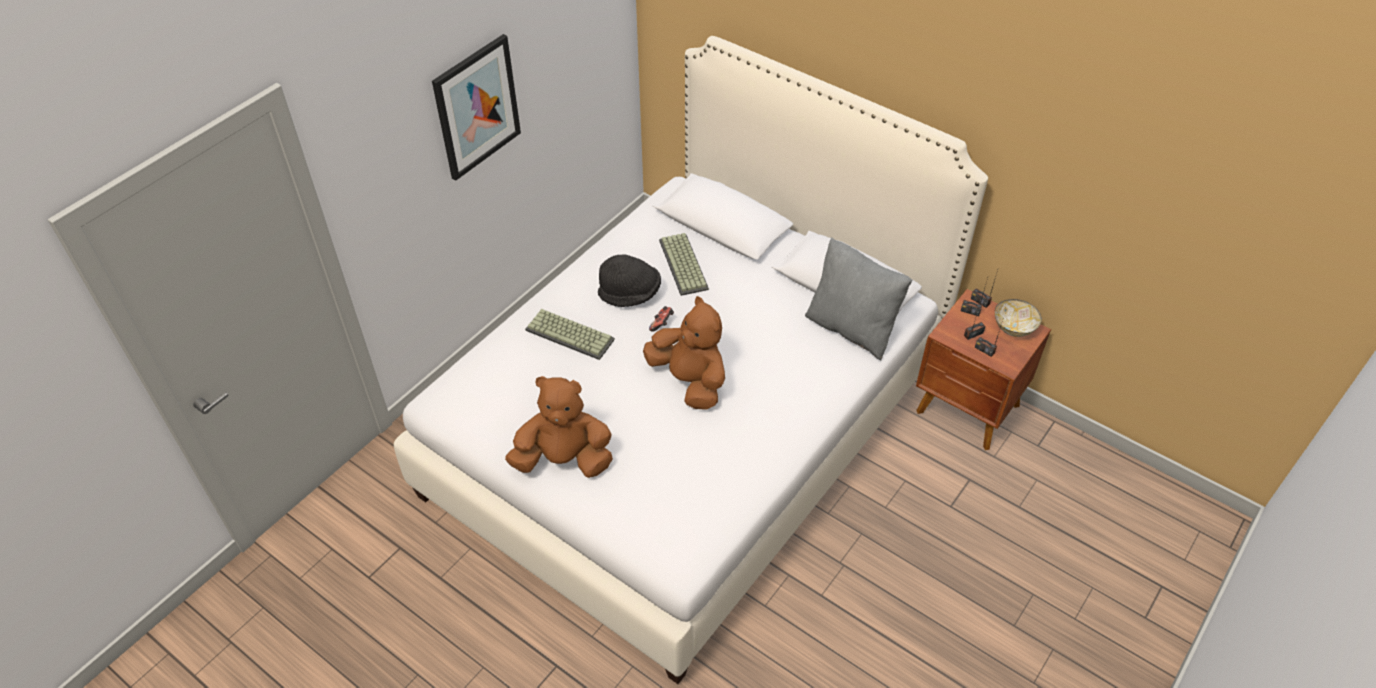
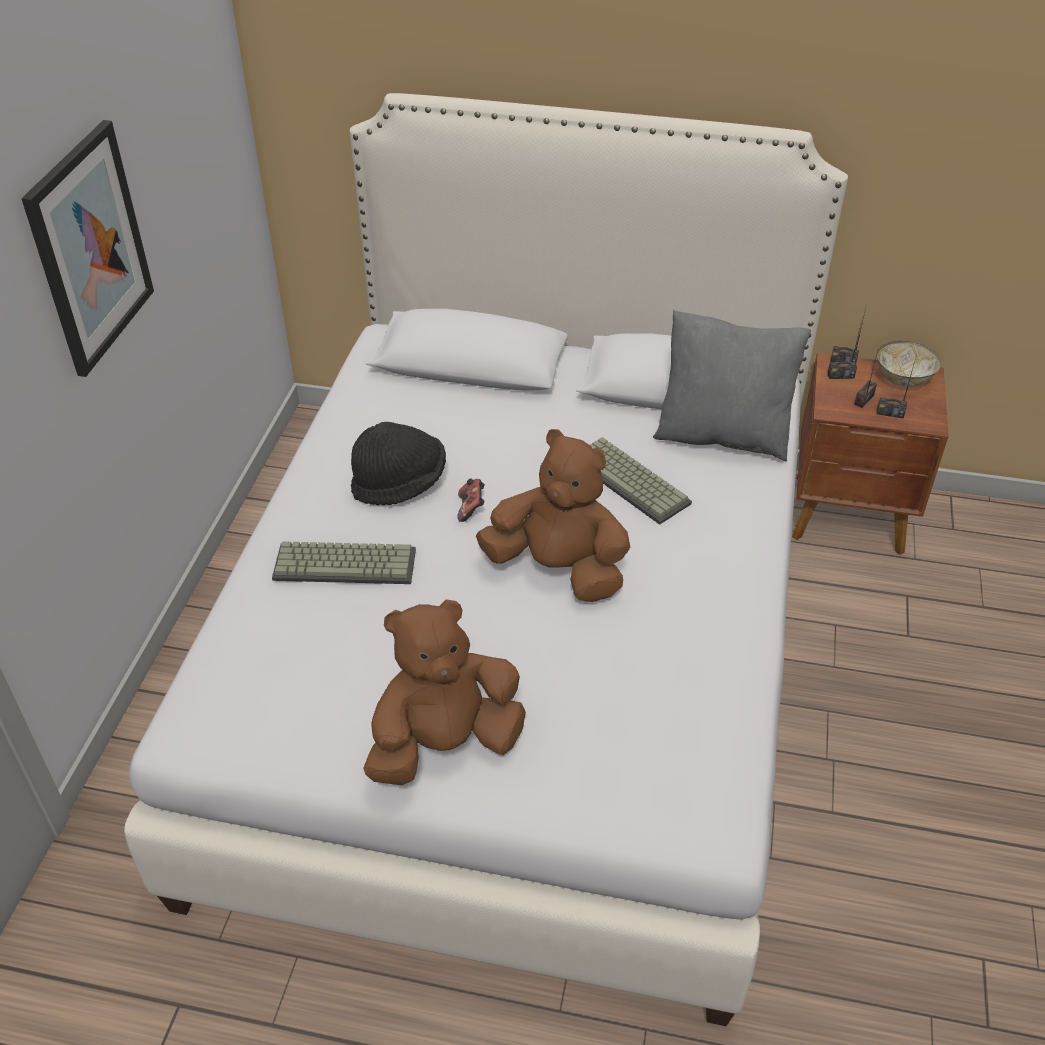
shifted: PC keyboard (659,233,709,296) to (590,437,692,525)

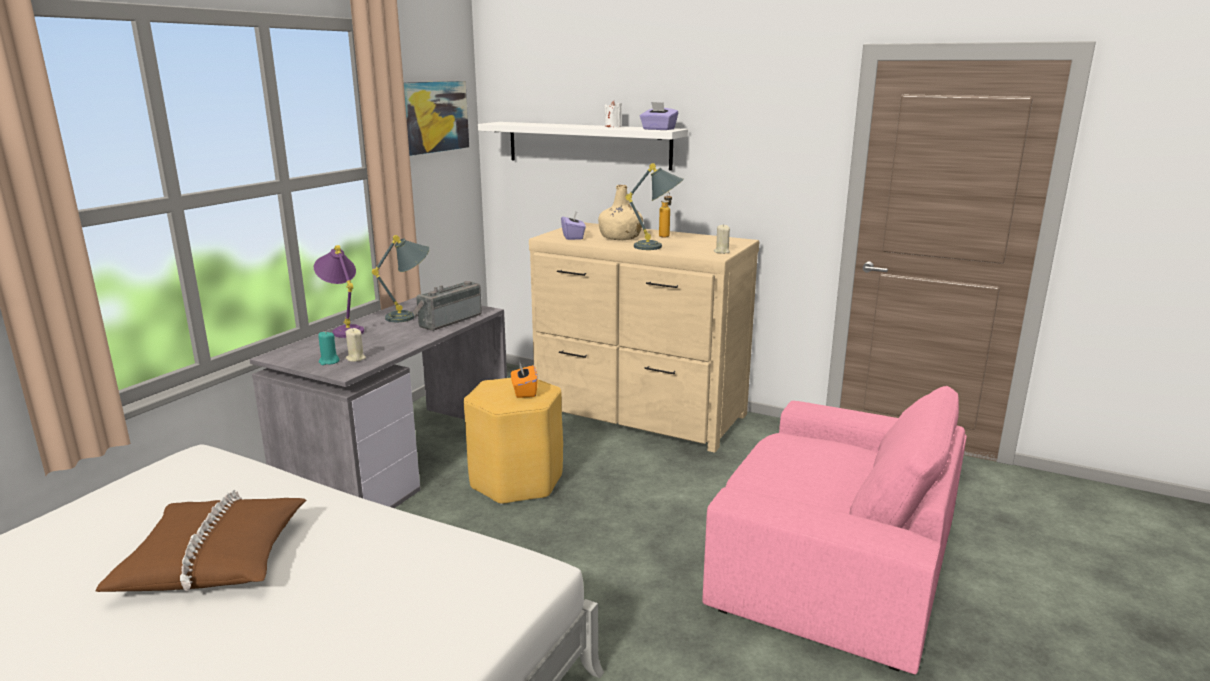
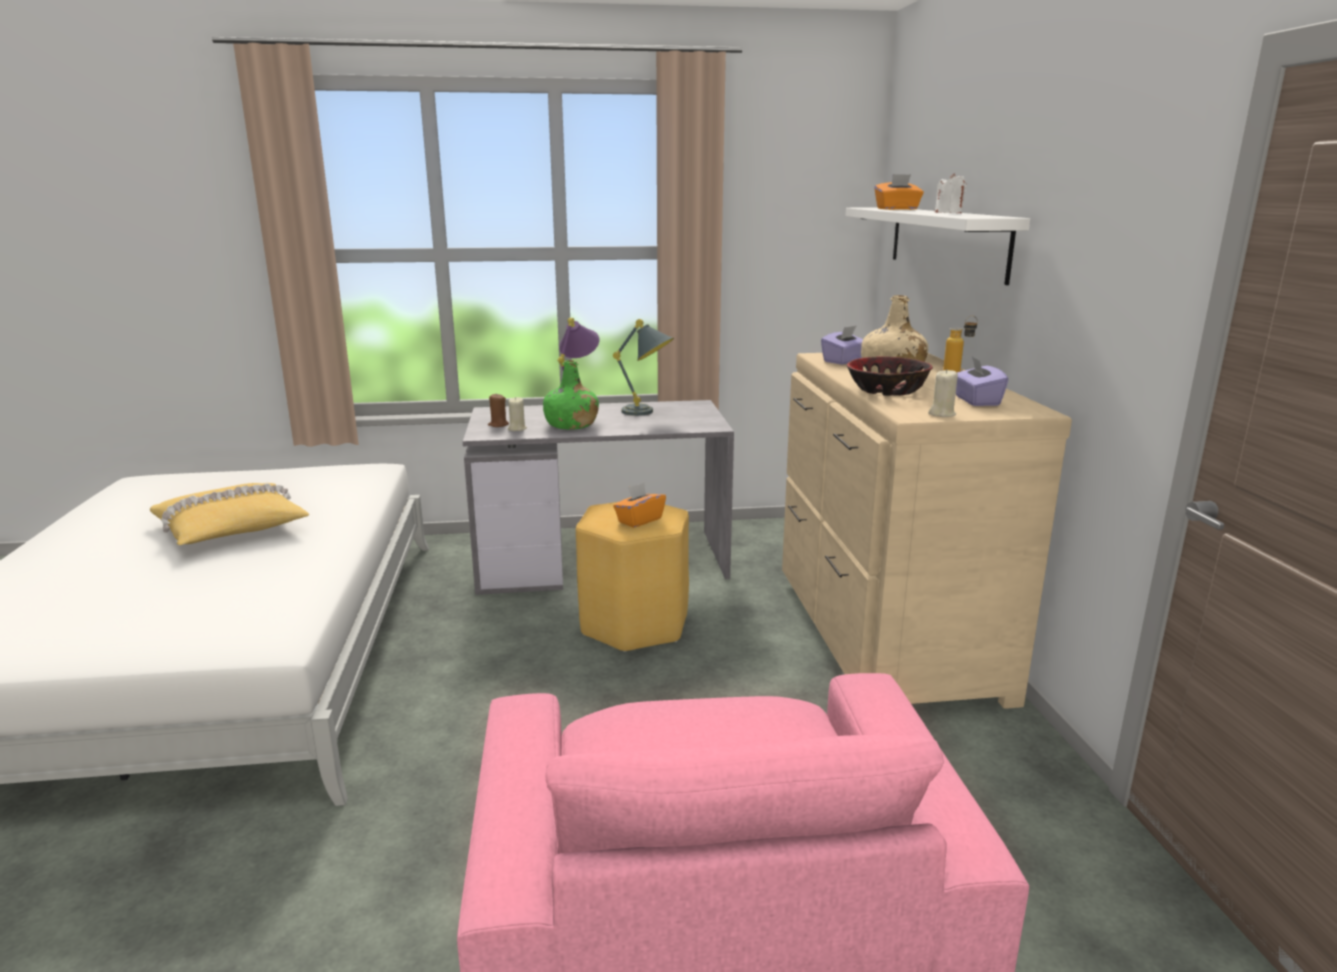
gone: wall picture (404,81,469,156); radio (412,281,482,331)
new: green drink bottle (543,360,599,430); orangey tissue holder (874,174,924,210)
shifted: purple-coloured tissue holder (640,102,678,130) to (956,356,1008,406)
swapped: grey lamp for a table (626,163,684,250) to deep dish (847,356,933,396)
repainted: brown-coloured throw pillow (96,490,306,592) to yellow-coloured throw pillow (150,483,309,545); blue-green candle (318,331,340,365) to brown-coloured candle (488,393,509,427)

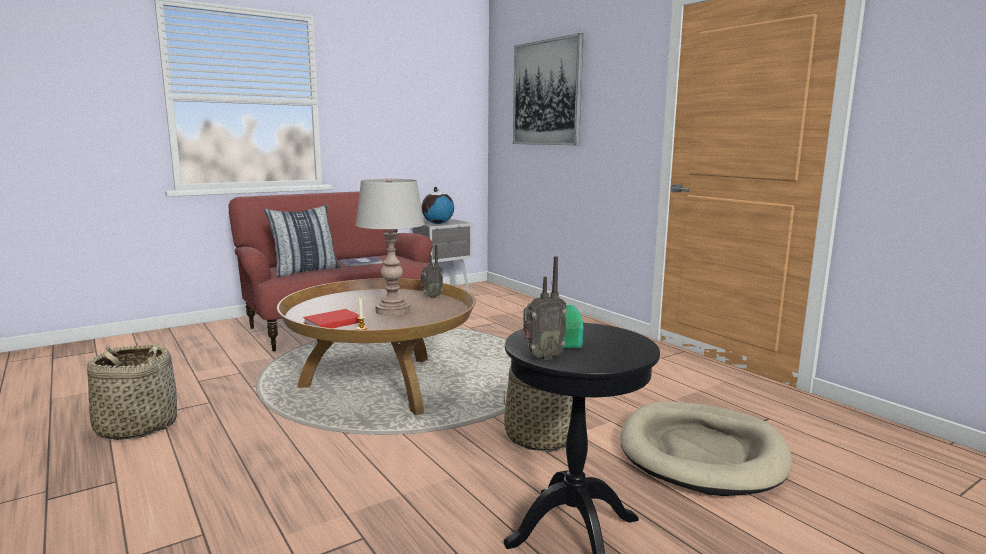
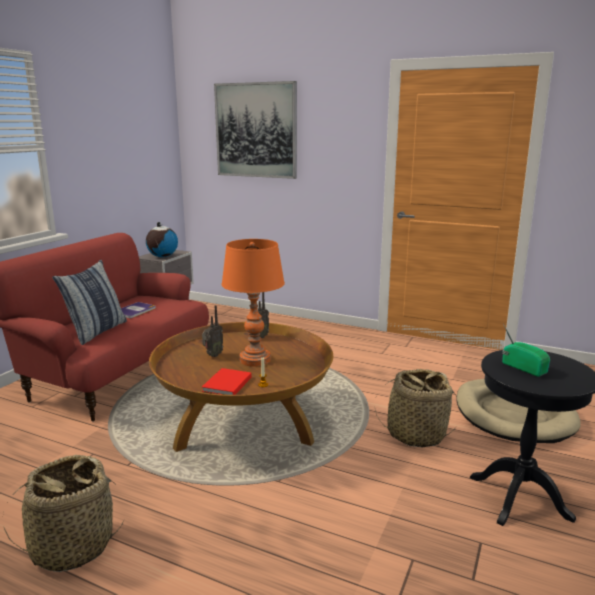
shifted: radio (523,256,567,360) to (202,305,223,357)
repainted: grey lamp for a table (356,178,425,316) to orangey lamp for a table (221,239,285,367)

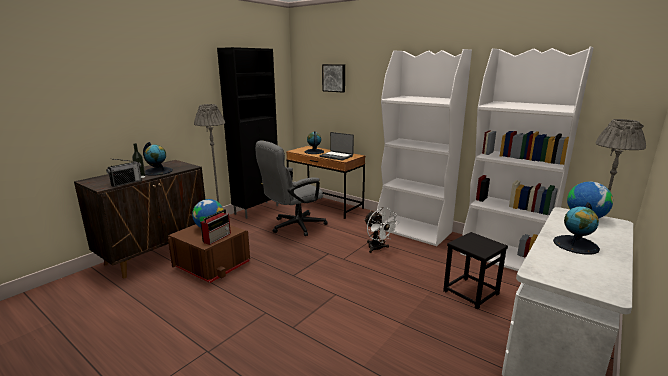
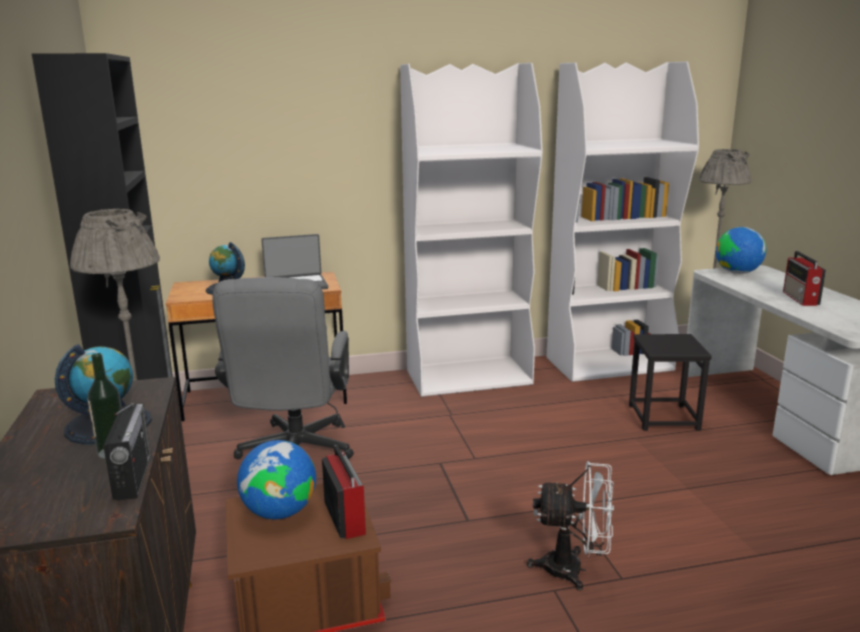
gone: wall picture (322,64,345,92)
shifted: white-coloured fan (364,207,400,253) to (527,461,614,591)
swapped: world globe (553,202,600,255) to radio (783,251,826,306)

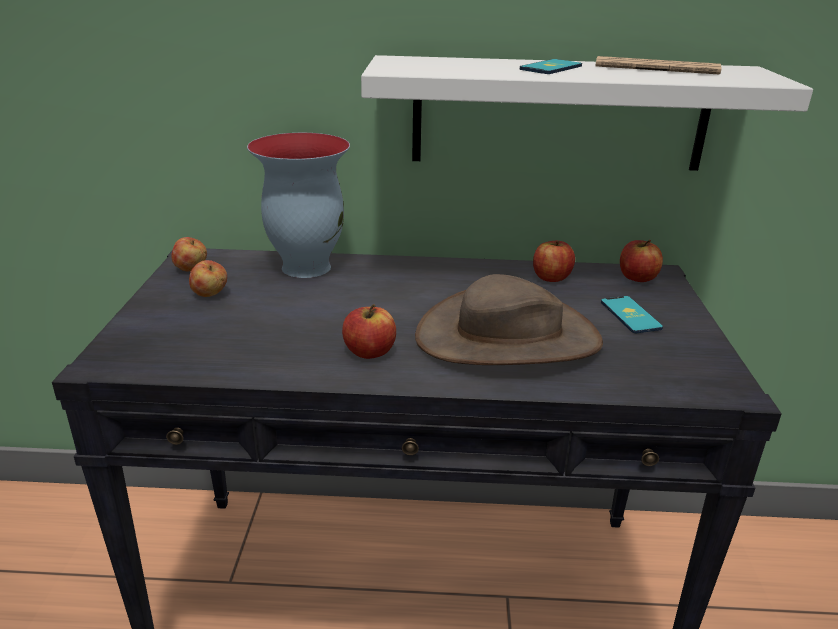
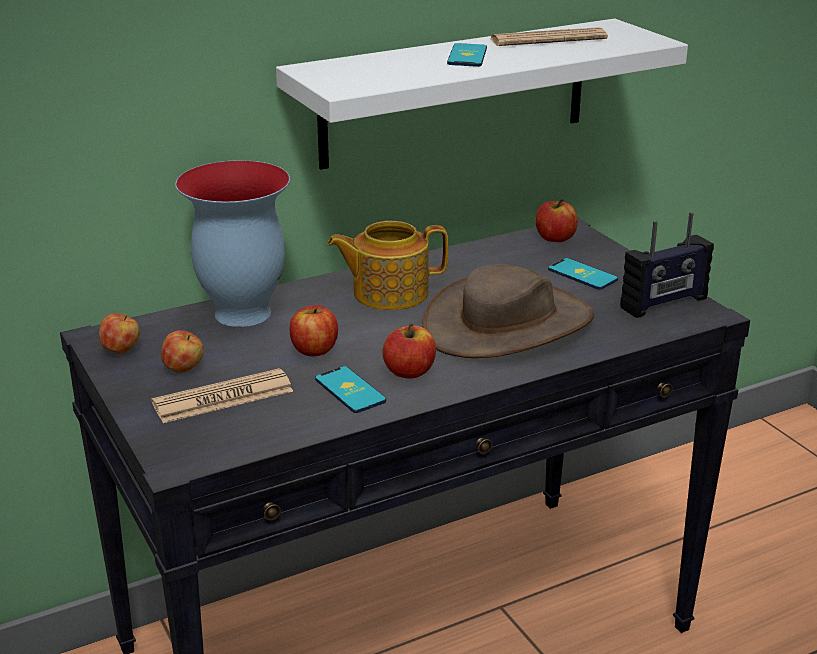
new: newspaper (151,368,293,423); handset (315,366,386,413); tea pot (327,221,448,310); radio (620,212,714,318)
shifted: whole apple (533,240,575,282) to (290,305,338,356)

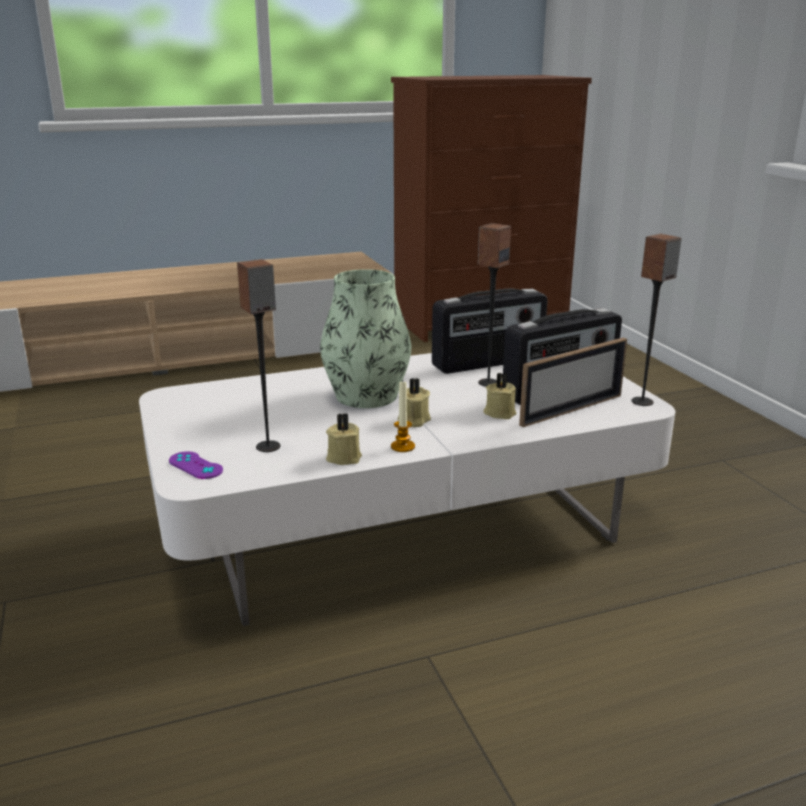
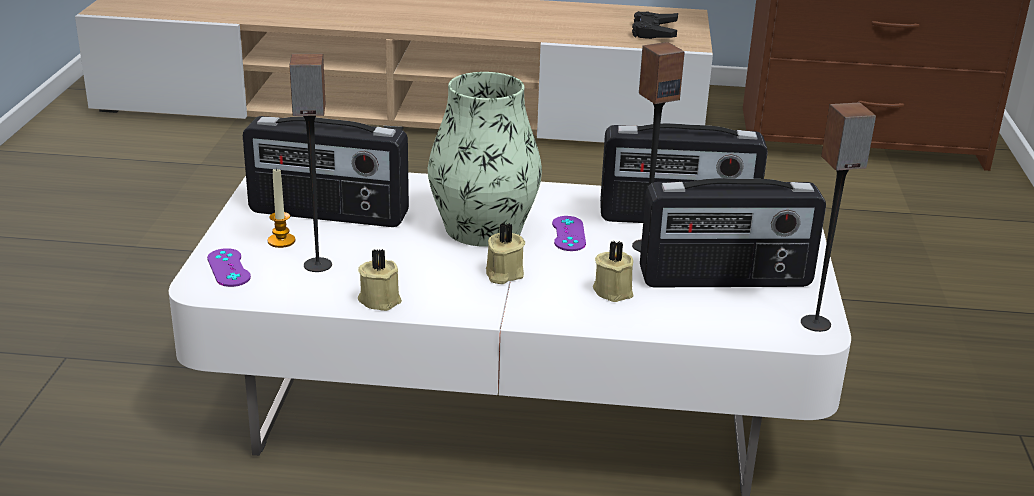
gone: picture frame (519,338,627,427)
new: radio (243,116,409,227); purple-coloured game controller (552,216,586,251); black game controller (632,11,678,39)
shifted: candle (391,382,415,452) to (268,167,295,248)

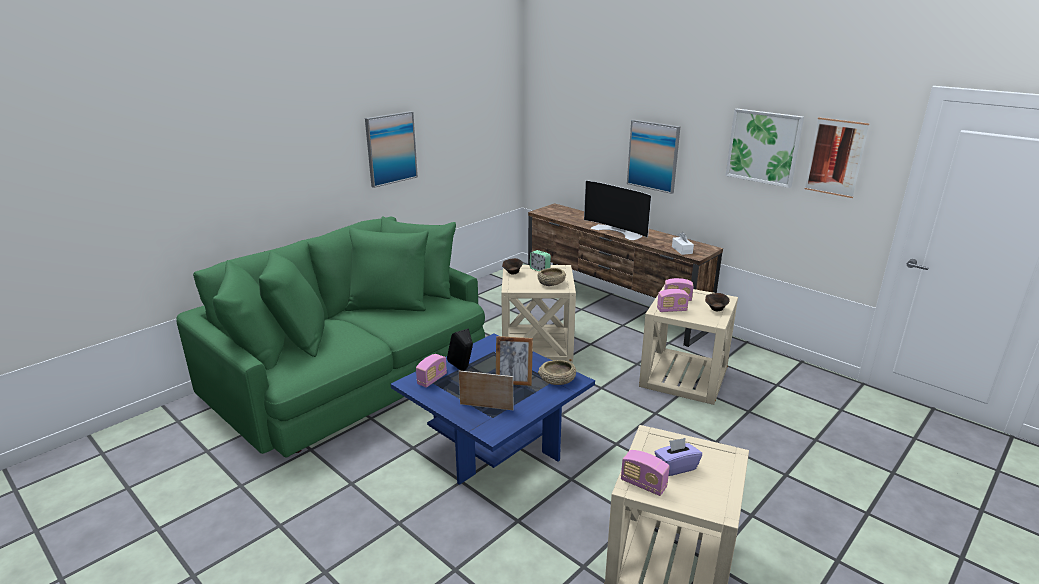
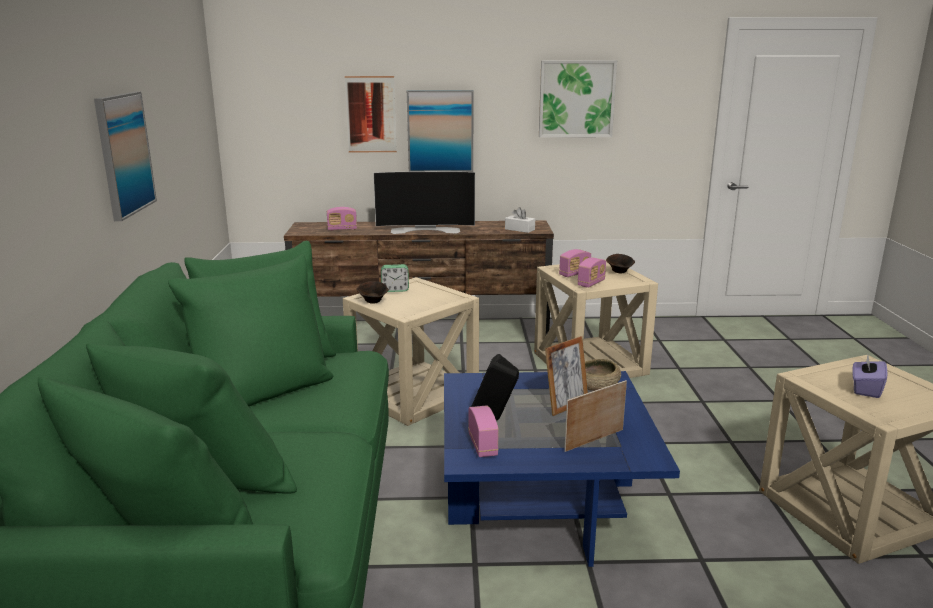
gone: beige-coloured deep dish (537,268,566,286)
shifted: radio (621,450,670,496) to (327,207,357,231); wall picture (805,117,869,198) to (345,76,397,152)

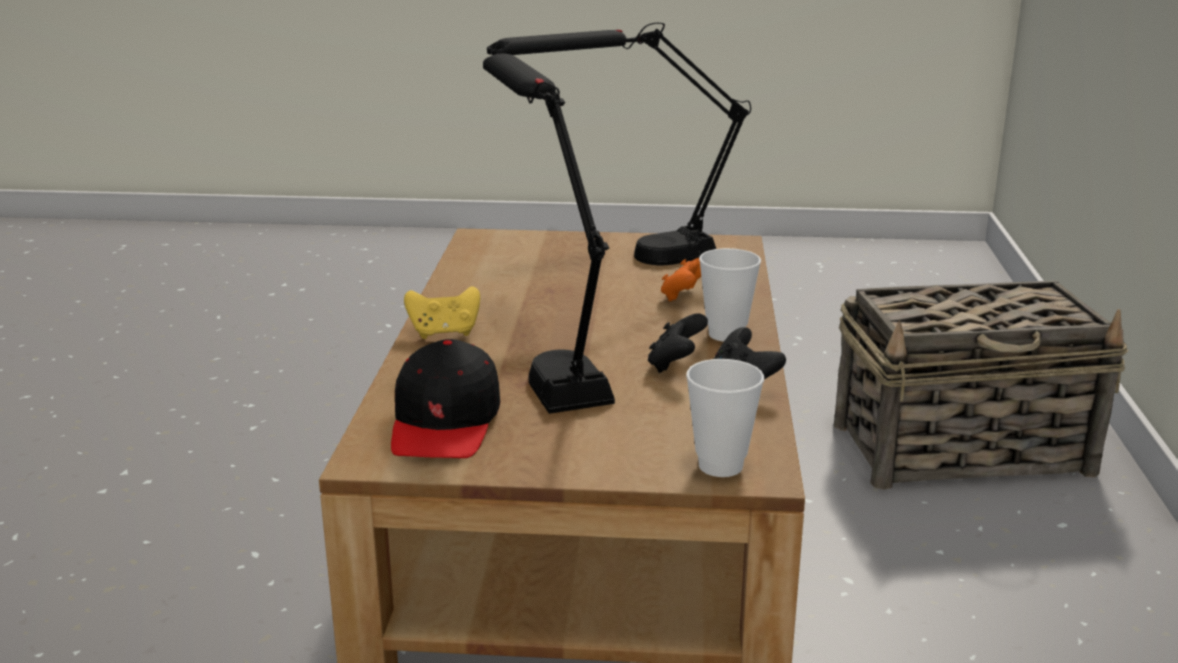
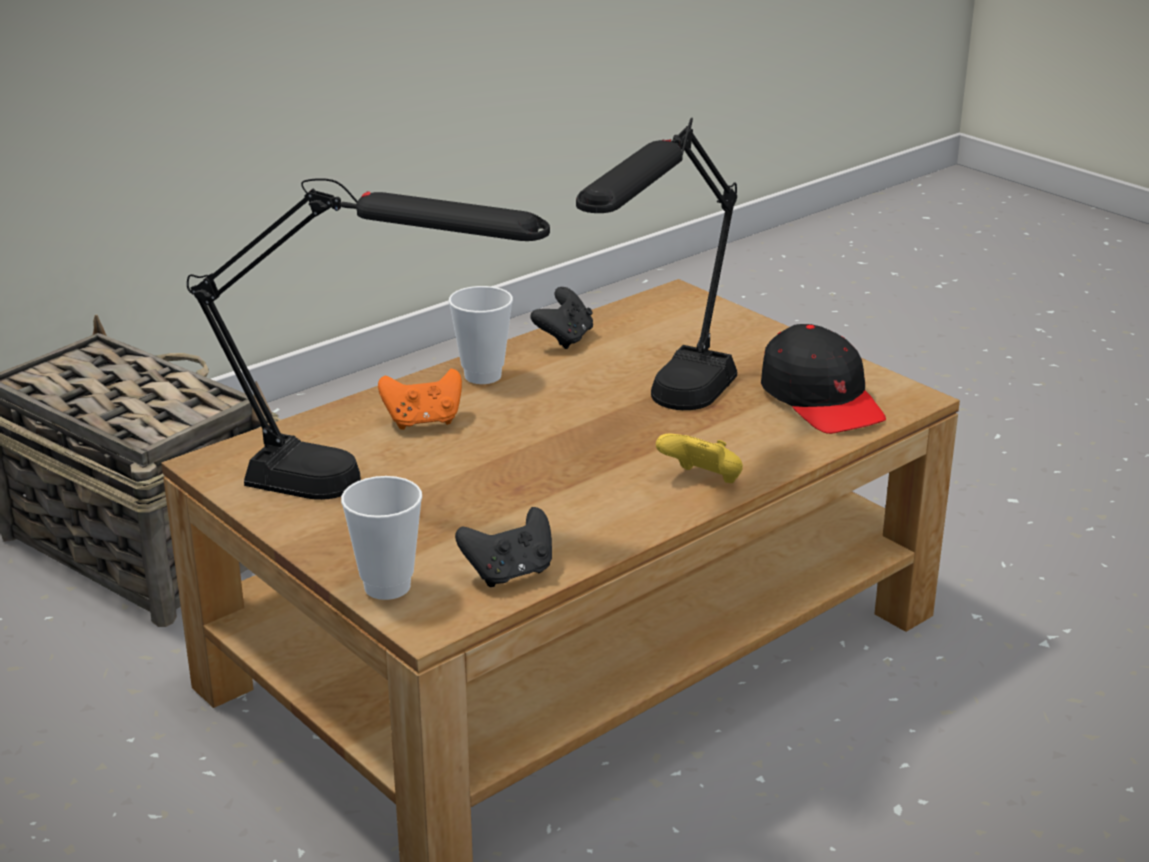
shifted: black game controller (648,313,708,373) to (455,507,552,587); cup (686,359,764,477) to (341,476,422,600)
rotated: black cap (391,339,501,458) = (761,324,886,434) 105 degrees clockwise

